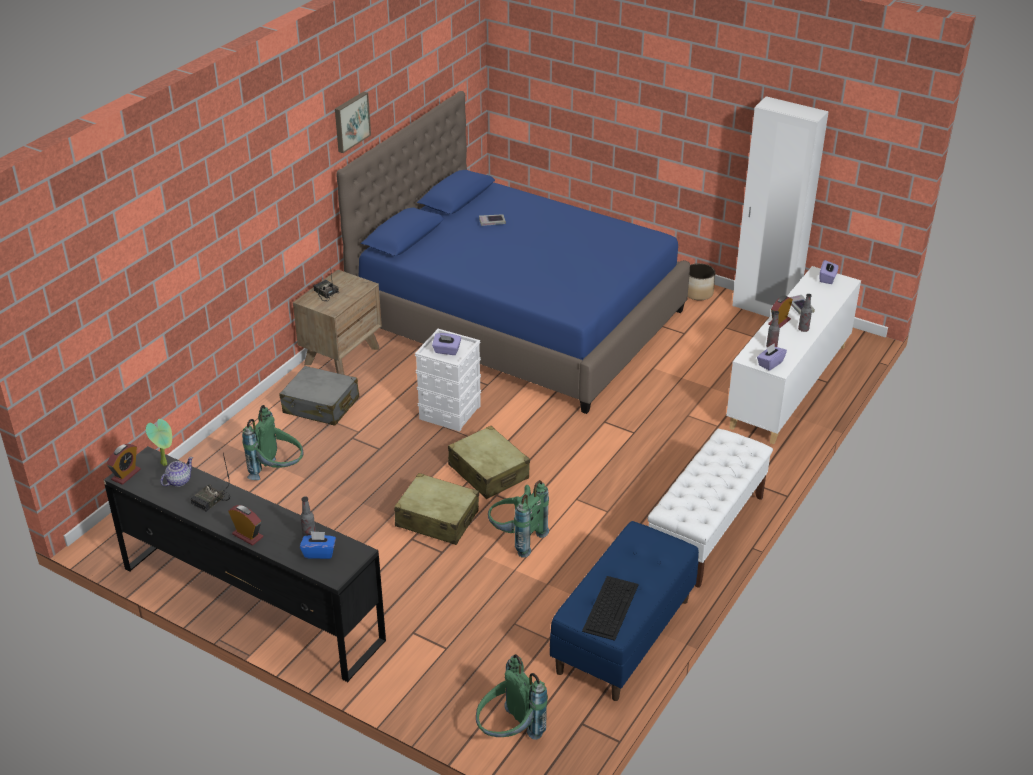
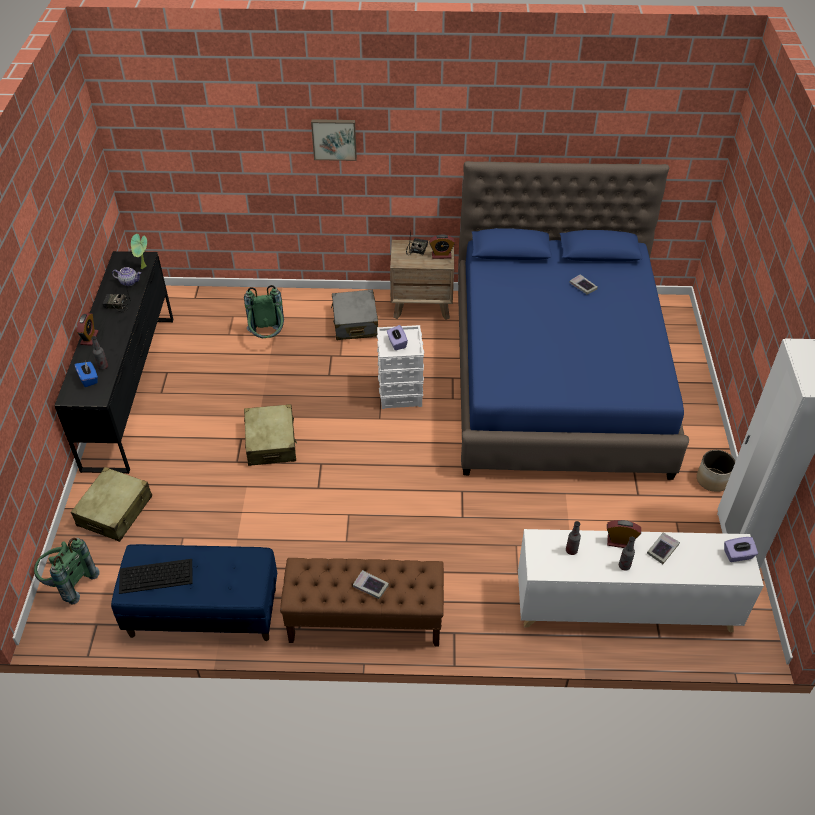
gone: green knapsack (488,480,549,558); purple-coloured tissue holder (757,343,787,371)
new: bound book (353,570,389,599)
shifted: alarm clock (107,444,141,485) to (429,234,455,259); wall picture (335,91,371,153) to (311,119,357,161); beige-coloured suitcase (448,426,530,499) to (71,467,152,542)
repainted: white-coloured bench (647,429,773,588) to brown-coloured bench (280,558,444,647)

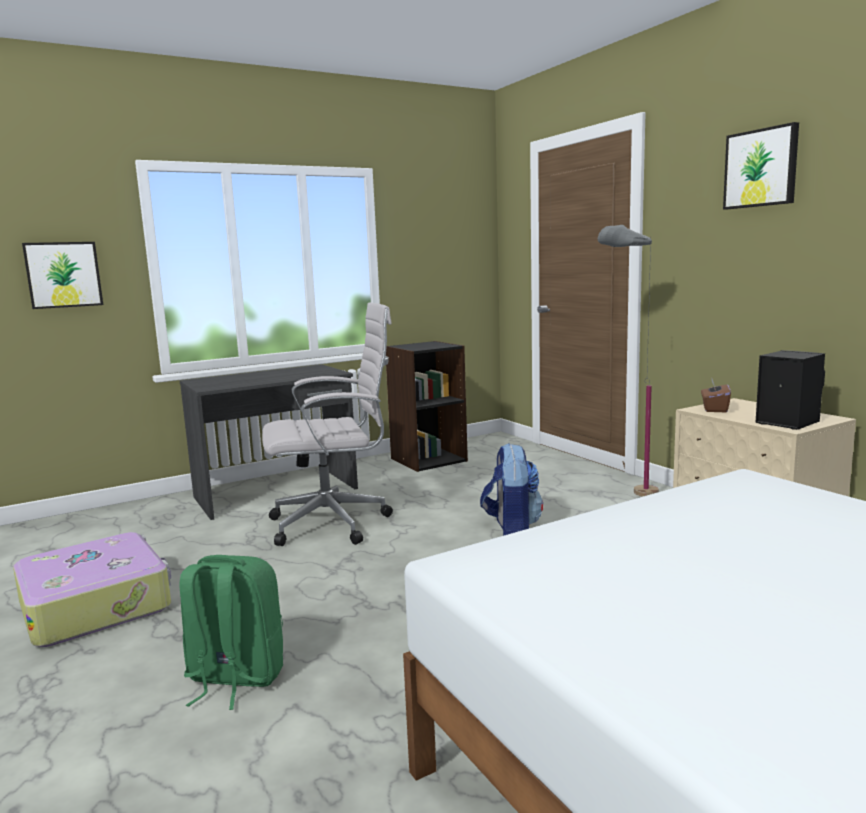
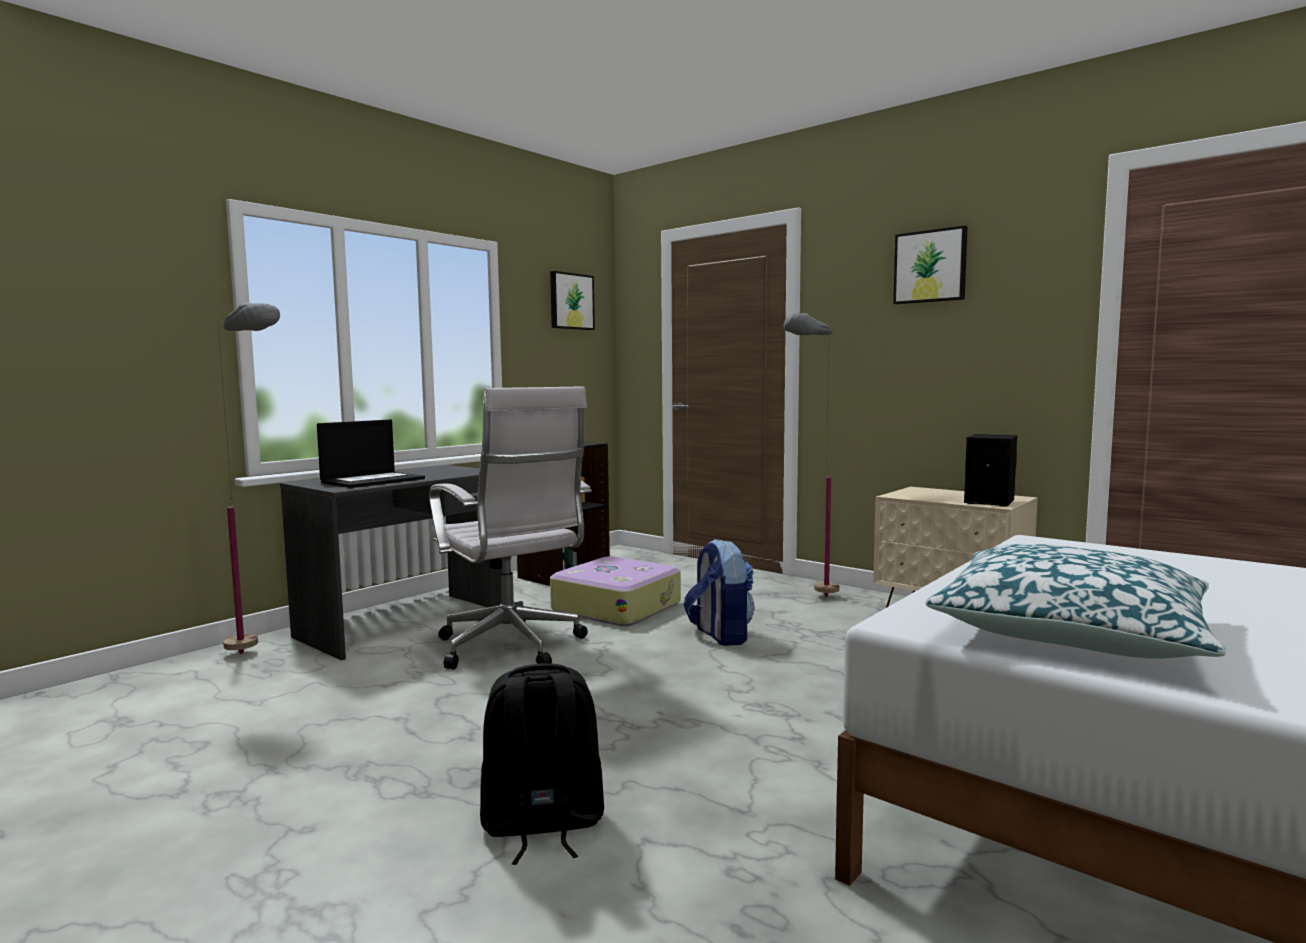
gone: brown-coloured tissue holder (701,379,731,412)
new: grey standing lamp (218,302,280,654); portable computer (317,420,425,488); throw pillow (926,544,1226,659)
shifted: suitcase (13,532,171,647) to (550,556,681,626); wall picture (22,242,103,309) to (550,271,595,330)
repainted: green knapsack (179,555,283,710) to black knapsack (480,663,604,865)
rotated: white-coloured desk chair (262,302,393,546) = (429,386,592,670) 90 degrees clockwise

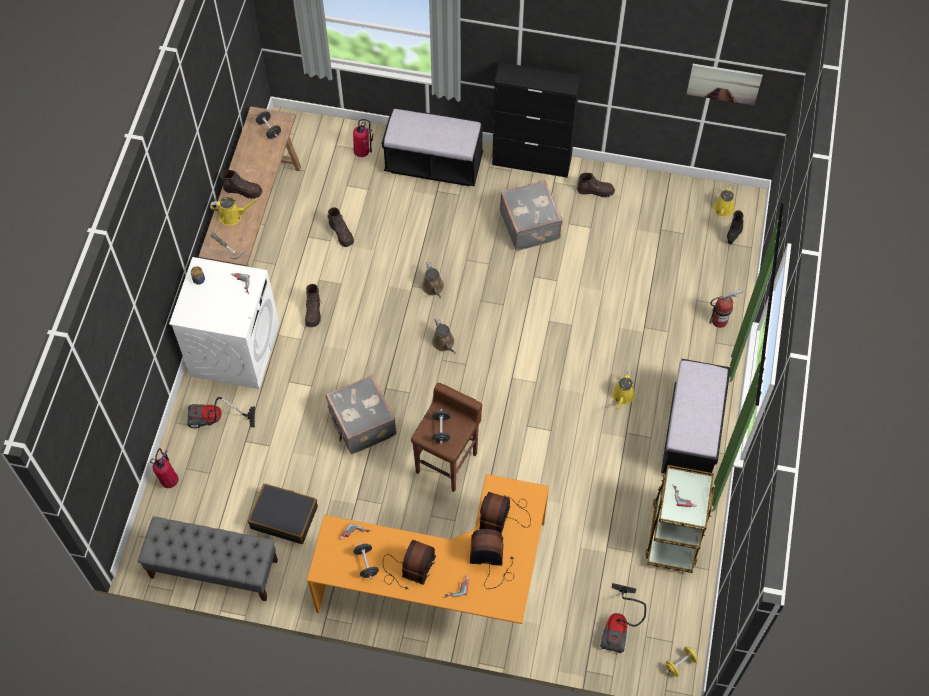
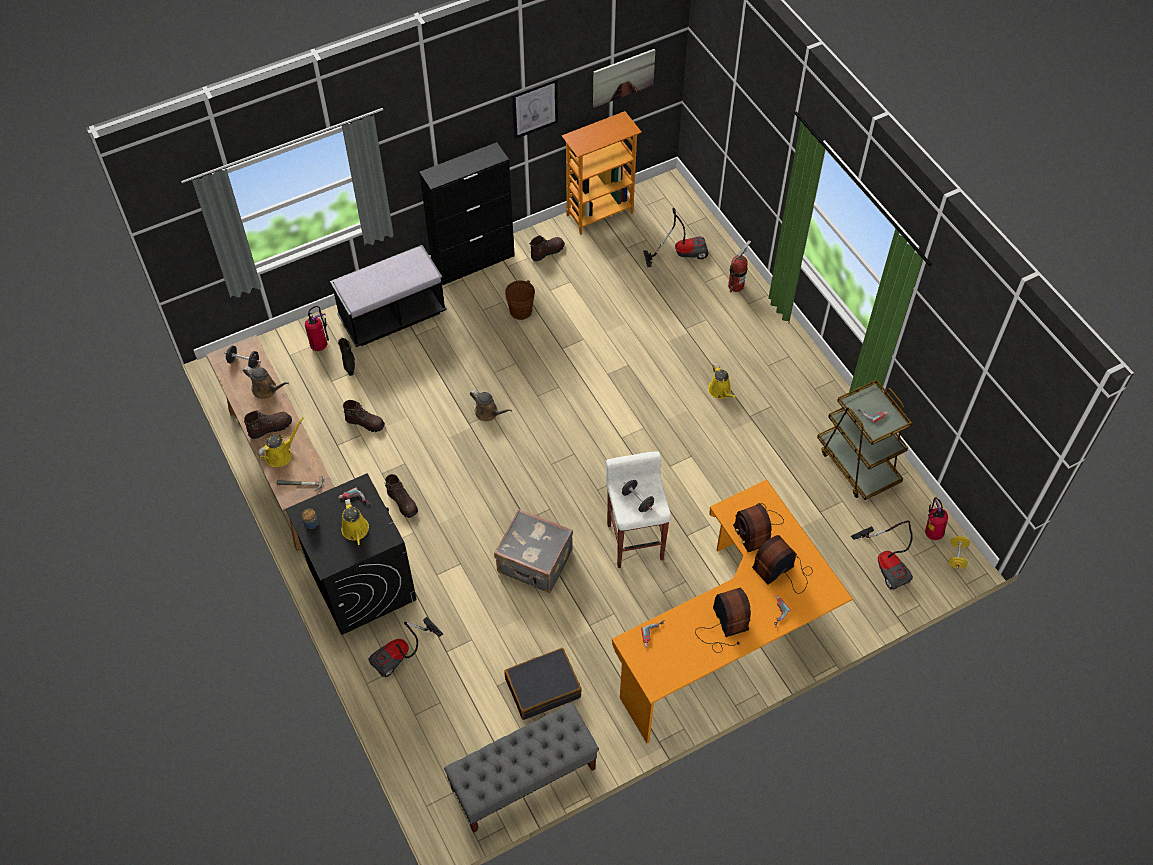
gone: black dumbbell (353,542,379,579); black bench (661,359,731,475)
new: wall picture (512,78,558,139); bookshelf (561,111,641,235); hoover (643,208,709,268)
shifted: extinguisher (150,448,178,488) to (925,497,948,540); brown-coloured sprinkling can (432,318,456,354) to (243,366,289,399); yellow-coloured sprinkling can (713,185,735,217) to (342,499,369,545); black high-top boot (727,210,744,245) to (338,338,355,376)
swapped: grey suitcase (500,180,563,251) to brown-coloured water bucket (505,280,535,320)
repainted: white-coloured laundry machine (169,257,279,389) to black laundry machine (286,474,417,635); brown-coloured stool seat (411,383,482,492) to white-coloured stool seat (606,451,671,568)

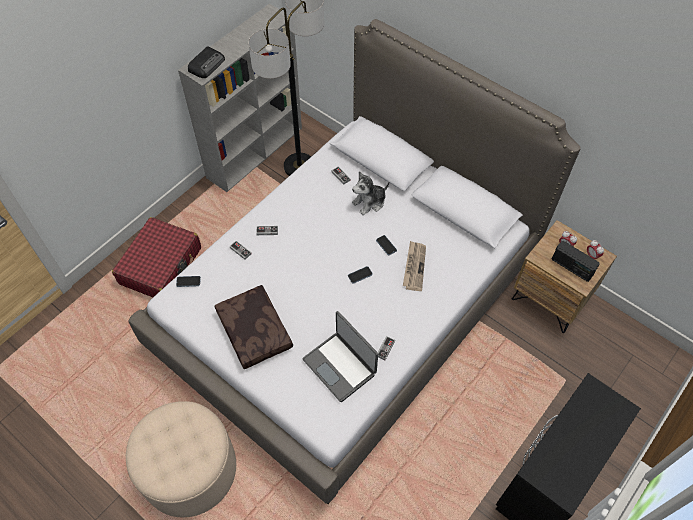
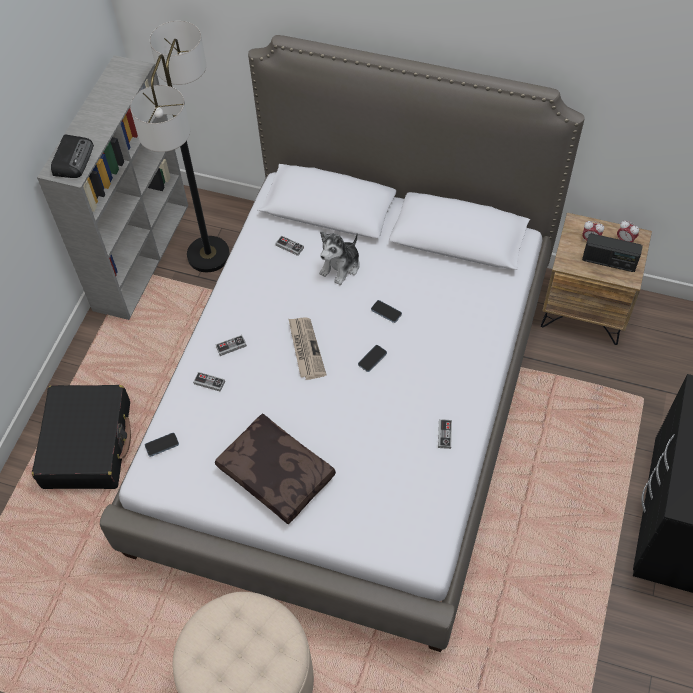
gone: portable computer (302,311,378,402)
shifted: newspaper (403,241,426,291) to (289,317,326,380)
repainted: red-coloured suitcase (112,217,201,297) to black suitcase (32,385,131,489)

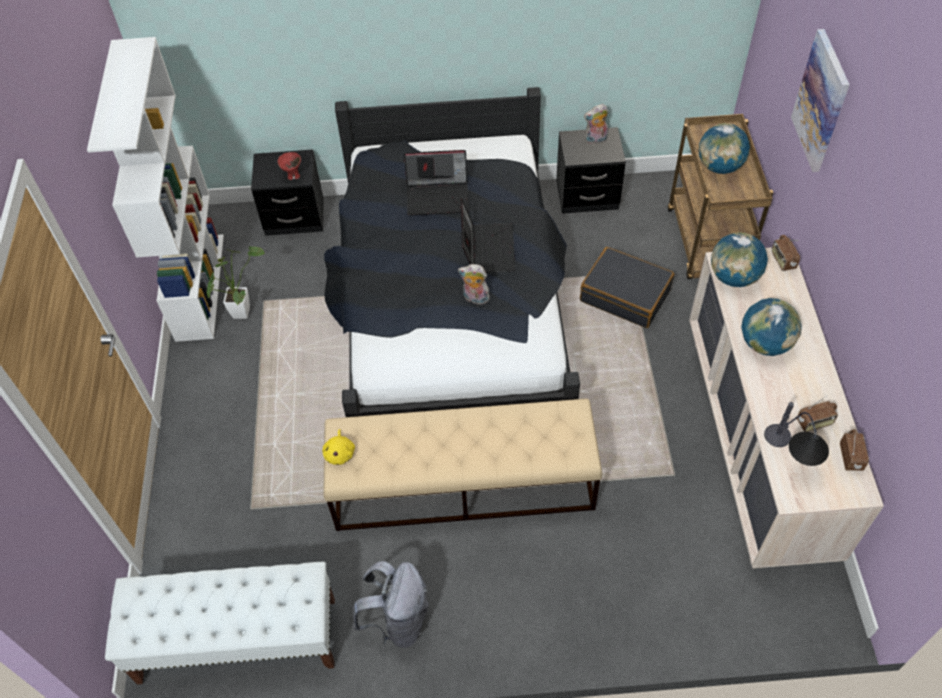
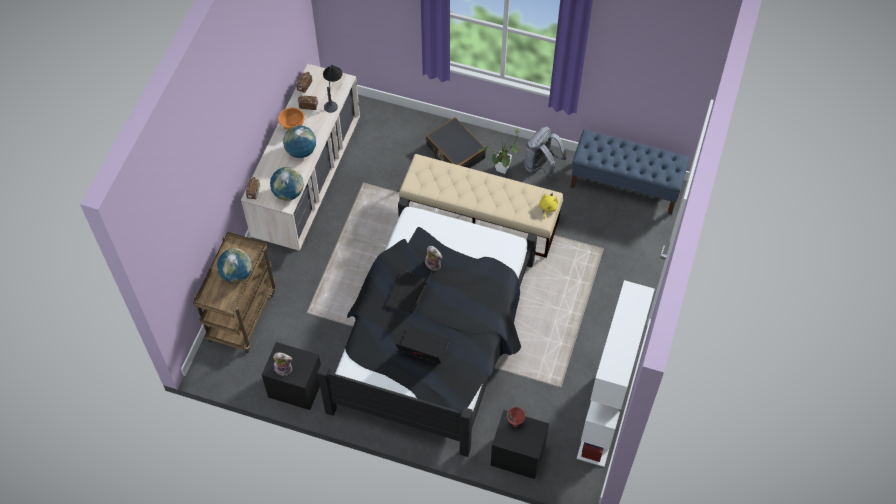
gone: wall picture (791,29,850,172)
new: orangey deep dish (278,107,305,130)
shifted: potted plant (207,246,265,319) to (477,129,520,174); black suitcase (580,247,674,328) to (426,117,486,168)
repainted: white-coloured bench (105,562,335,684) to blue bench (571,130,690,215)

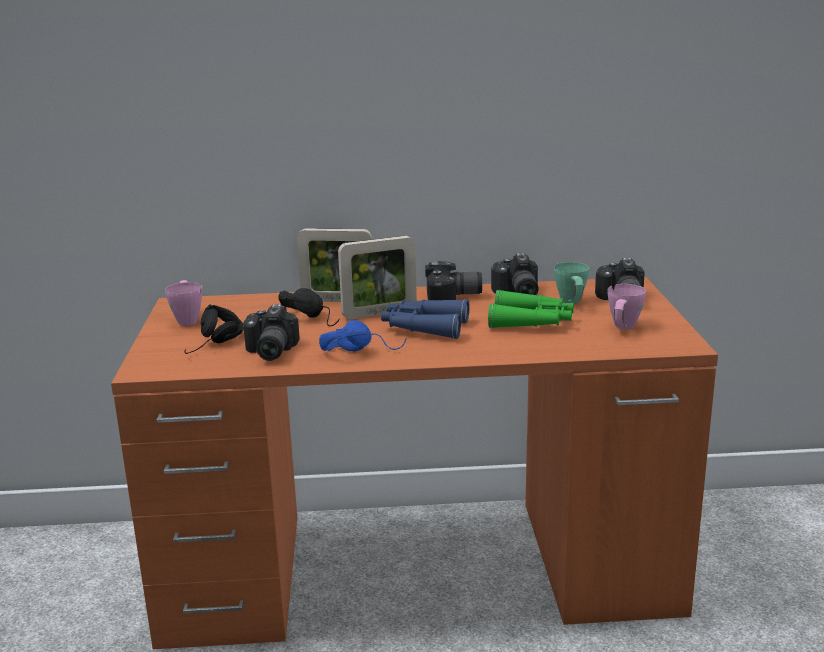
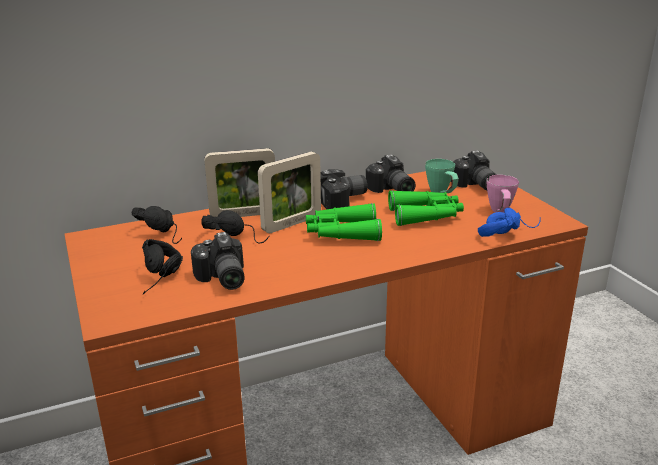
gone: pinkish coffee mug (165,280,203,326)
new: black headphones (132,206,182,244)
shifted: blue headphones (319,320,407,351) to (478,208,541,237)
repainted: blue field glasses (381,299,469,339) to green field glasses (306,203,382,241)

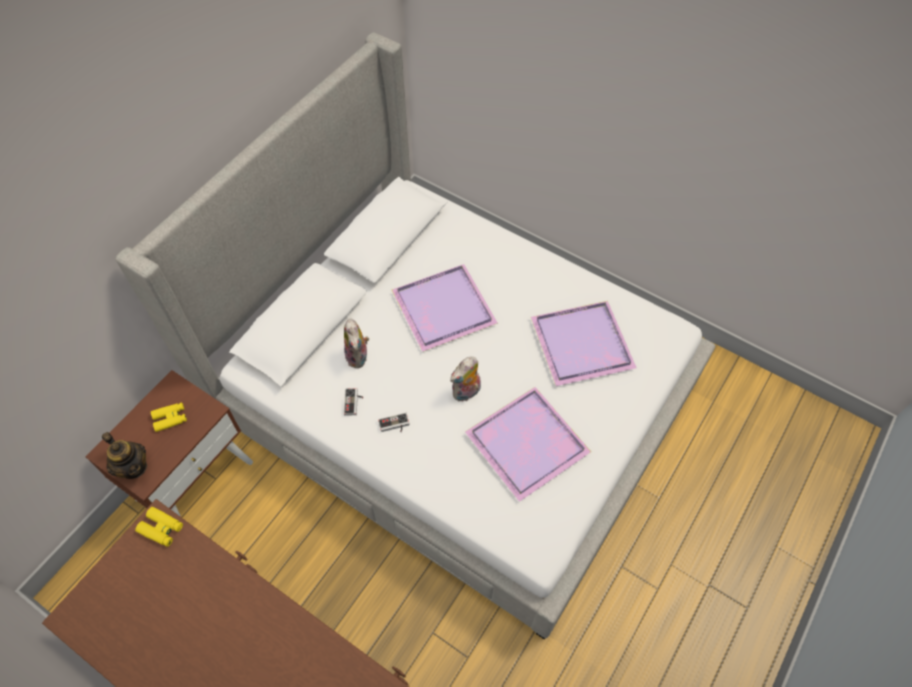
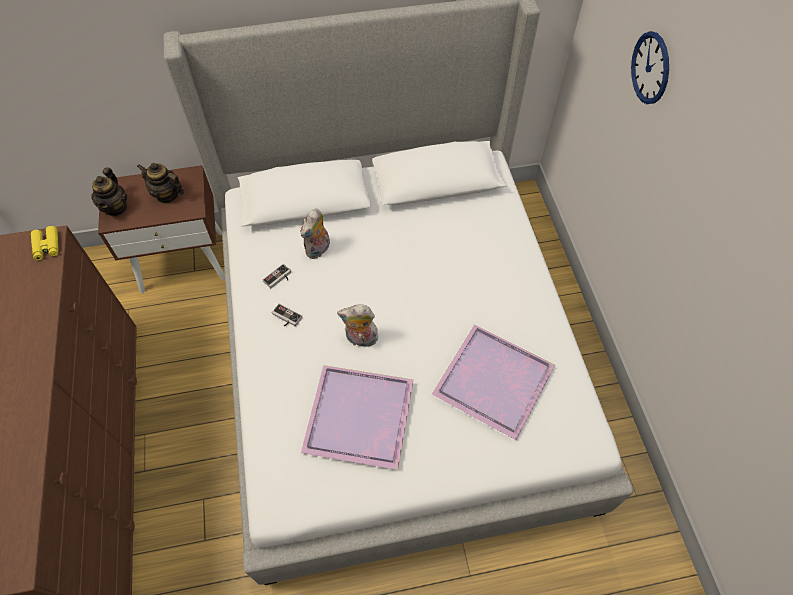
gone: purple-coloured tray (392,264,498,352)
new: clock on the wall (631,31,669,104)
swapped: yellow-coloured field glasses (151,402,187,432) to tea pot (137,163,184,204)

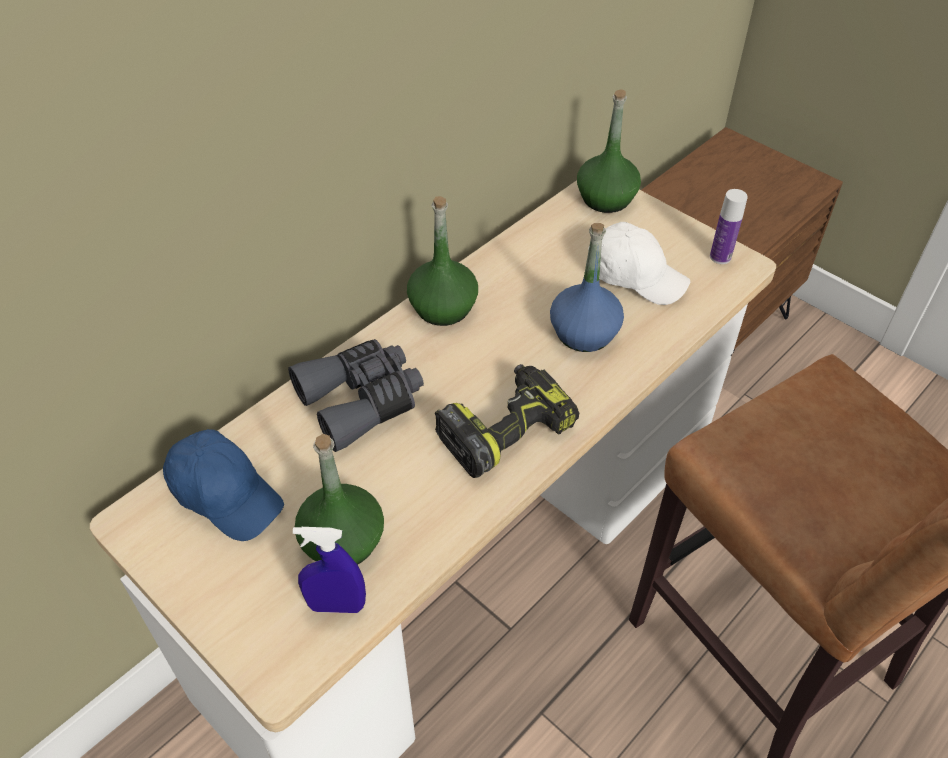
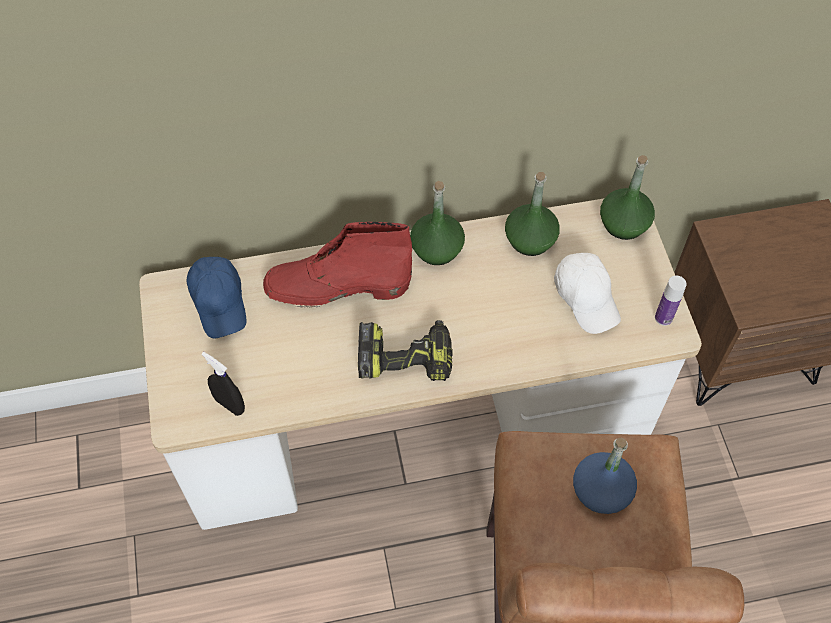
shifted: green drink bottle (295,434,384,564) to (505,172,560,256); blue drink bottle (550,223,624,352) to (573,437,637,514)
swapped: grey field glasses (288,339,424,452) to red-coloured high-top boot (263,222,412,307)
repainted: blue spray bottle (293,527,366,613) to black spray bottle (202,352,245,416)

